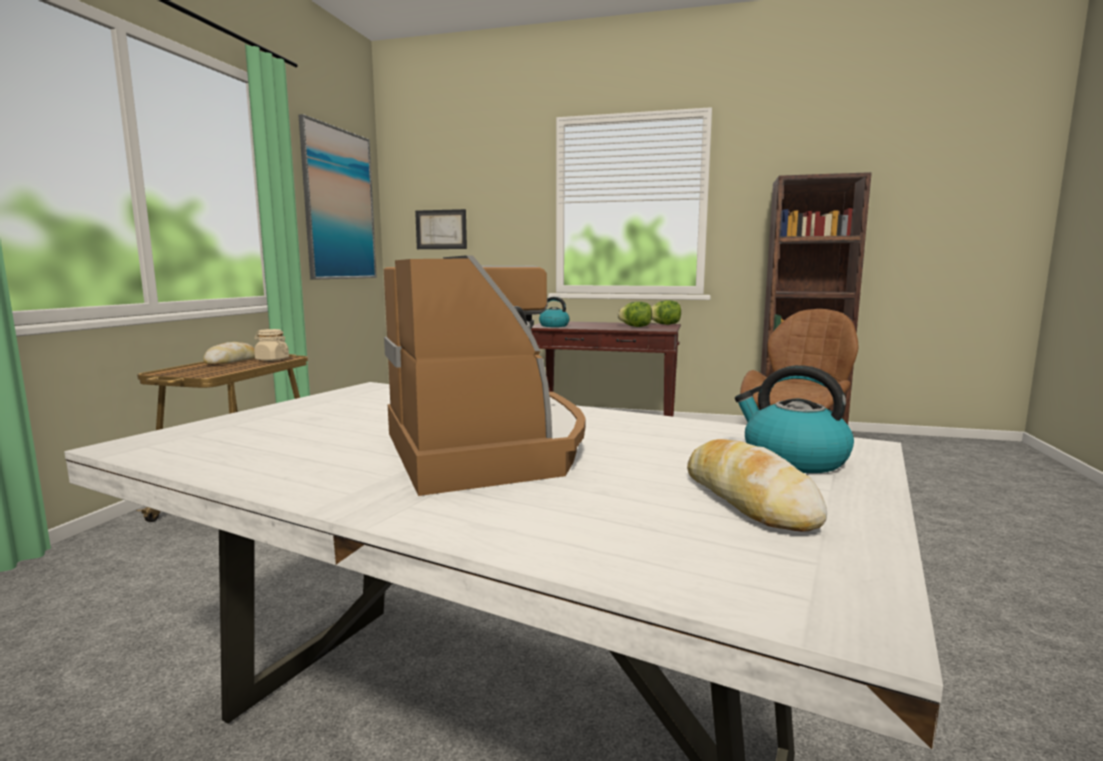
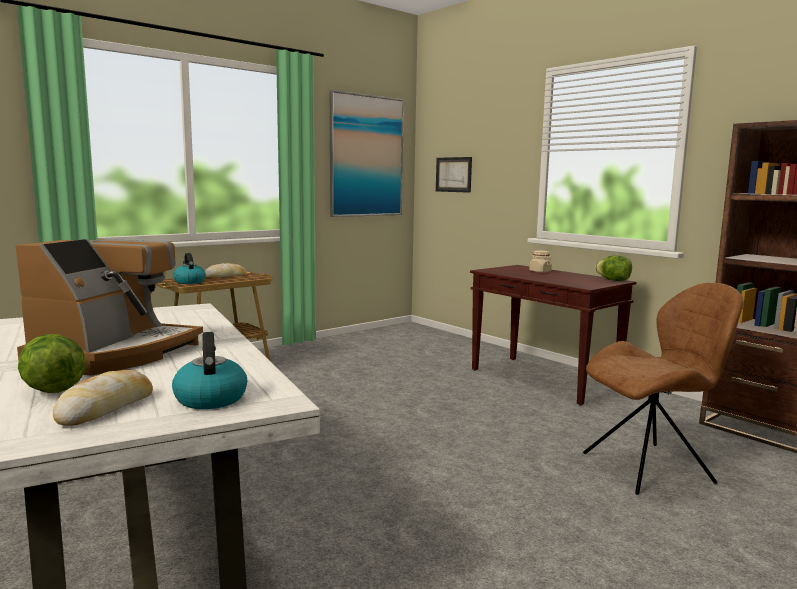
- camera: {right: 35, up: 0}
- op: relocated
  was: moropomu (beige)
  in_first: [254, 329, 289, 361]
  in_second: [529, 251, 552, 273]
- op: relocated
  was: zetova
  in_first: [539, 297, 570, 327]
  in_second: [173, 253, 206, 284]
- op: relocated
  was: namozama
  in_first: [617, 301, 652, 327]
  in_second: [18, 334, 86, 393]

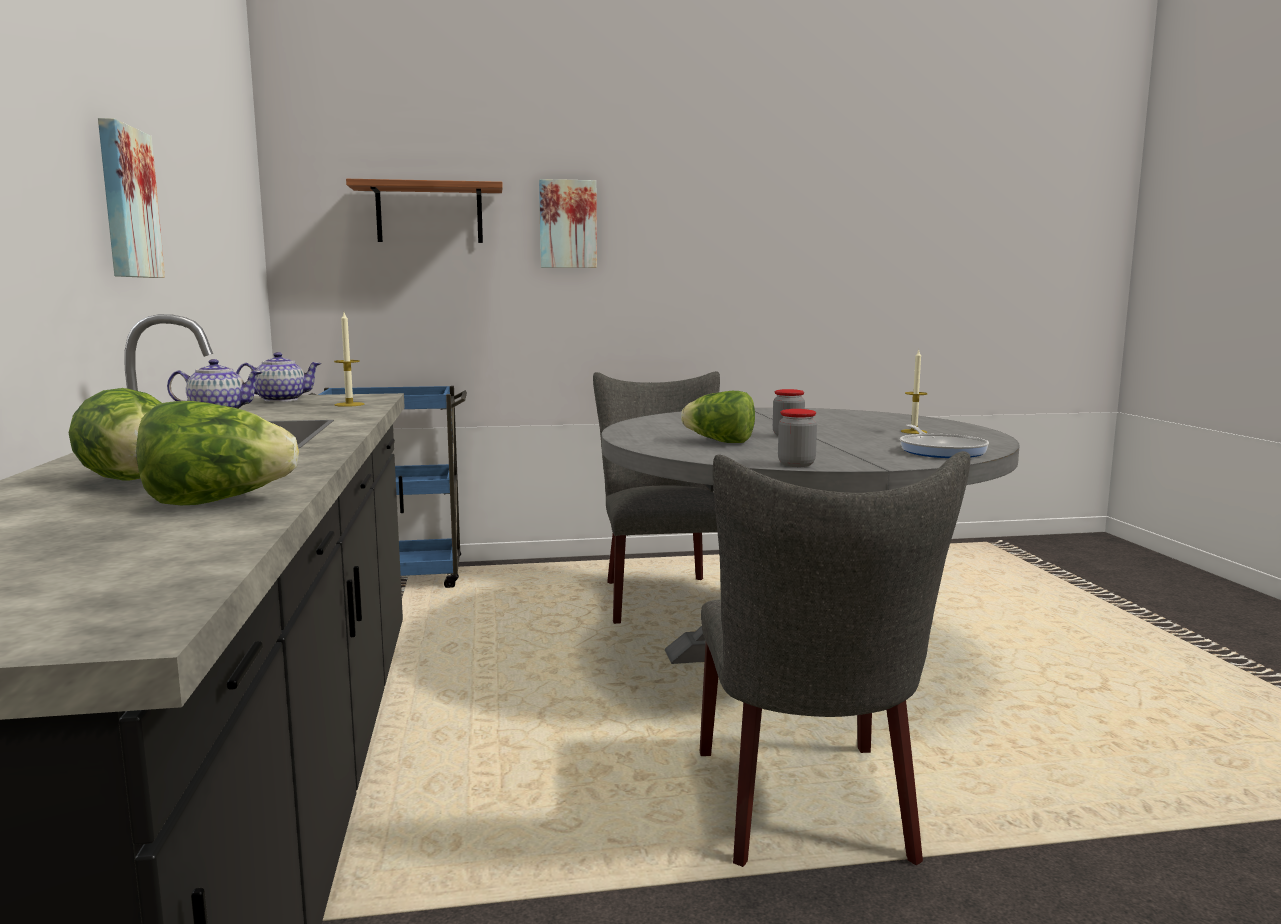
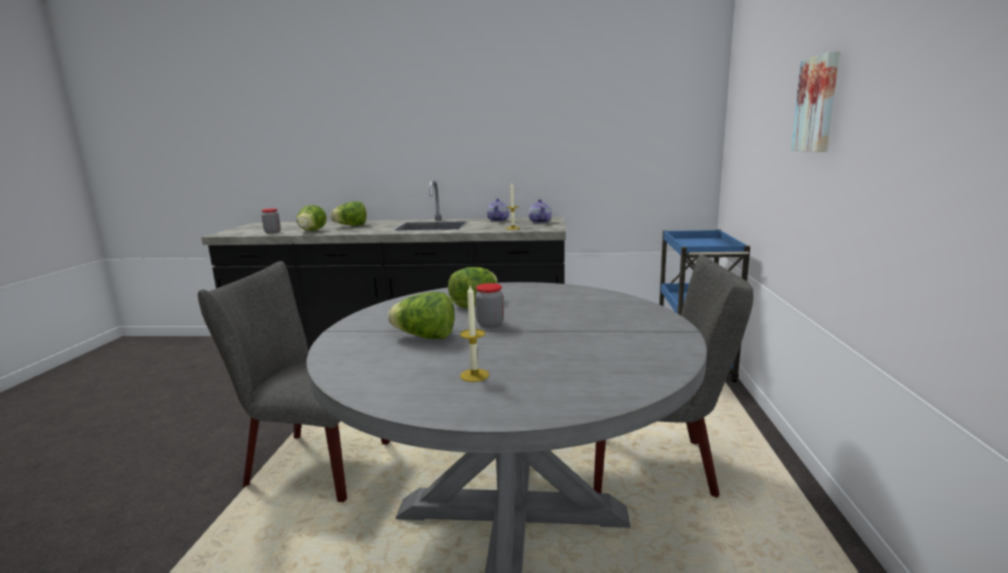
- camera: {right: 105, up: 5}
- op: missing
  was: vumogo
  in_first: [98, 118, 165, 278]
- op: missing
  was: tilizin
  in_first: [346, 179, 503, 243]
- op: missing
  was: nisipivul
  in_first: [900, 425, 989, 458]
- op: appeared
  now: namozama
  in_second: [388, 292, 455, 339]
- op: relocated
  was: moropomu
  in_first: [778, 409, 817, 467]
  in_second: [261, 208, 281, 233]

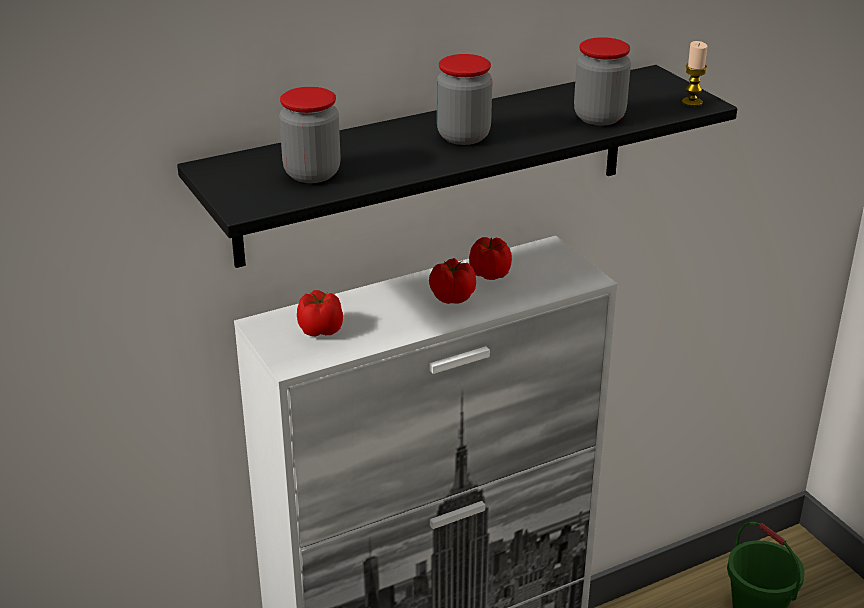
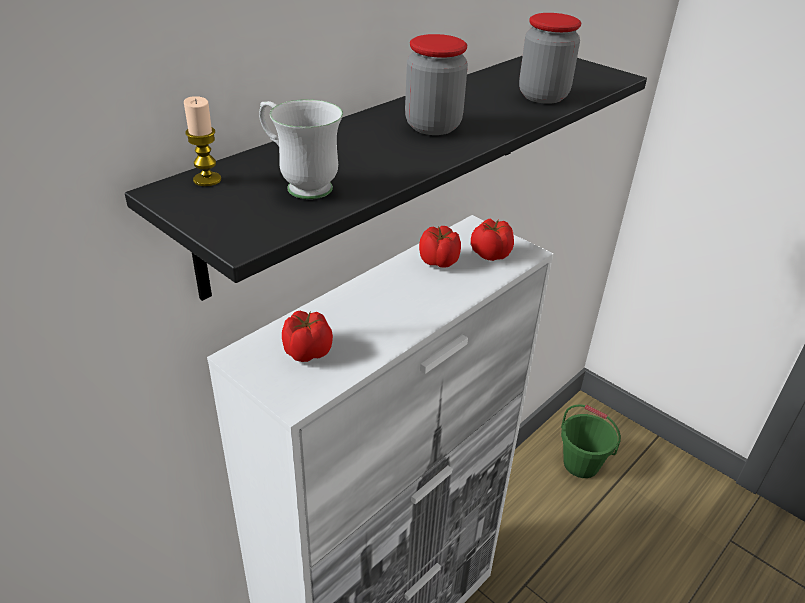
- camera: {right: -20, up: 5}
- op: relocated
  was: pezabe
  in_first: [429, 258, 476, 304]
  in_second: [471, 218, 514, 261]
- op: relocated
  was: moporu
  in_first: [682, 41, 708, 107]
  in_second: [184, 96, 221, 186]
- op: exchanged
  was: moropomu
  now: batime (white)
  in_first: [279, 87, 341, 183]
  in_second: [259, 99, 343, 199]

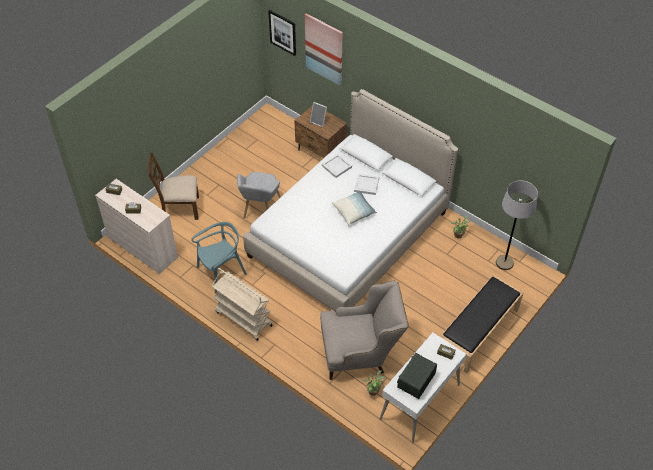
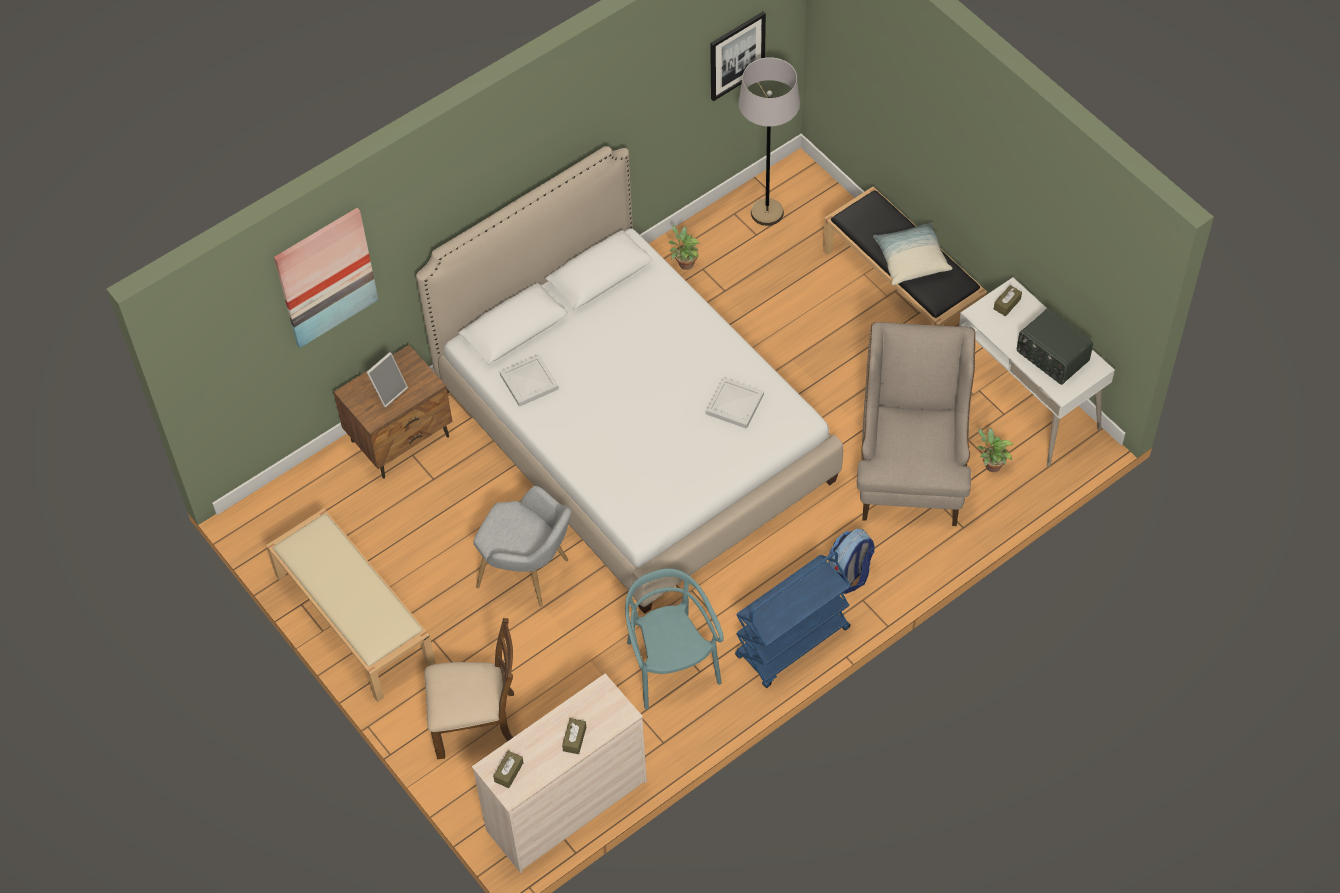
- camera: {right: -75, up: 5}
- op: appeared
  now: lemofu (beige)
  in_second: [266, 509, 436, 702]
- op: appeared
  now: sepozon
  in_second: [828, 528, 875, 594]
- op: relocated
  was: vumogo
  in_first: [268, 10, 296, 56]
  in_second: [710, 11, 766, 101]
- op: relocated
  was: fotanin
  in_first: [331, 191, 377, 225]
  in_second: [873, 222, 952, 285]
- op: relocated
  was: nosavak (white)
  in_first: [354, 174, 379, 195]
  in_second: [706, 377, 764, 429]
- op: colour
  was: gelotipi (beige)
  now: gelotipi (blue)
  in_first: [212, 268, 273, 341]
  in_second: [735, 551, 851, 688]
- op: spun
  was: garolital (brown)
  in_first: [148, 152, 199, 220]
  in_second: [424, 618, 514, 759]
  clockwise: -105

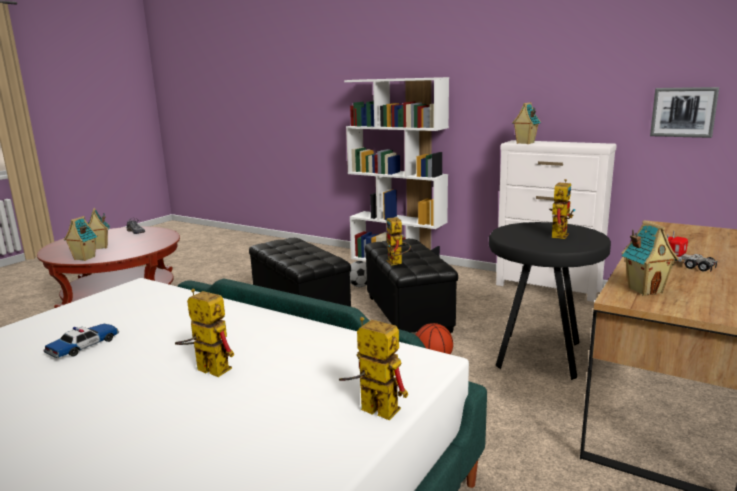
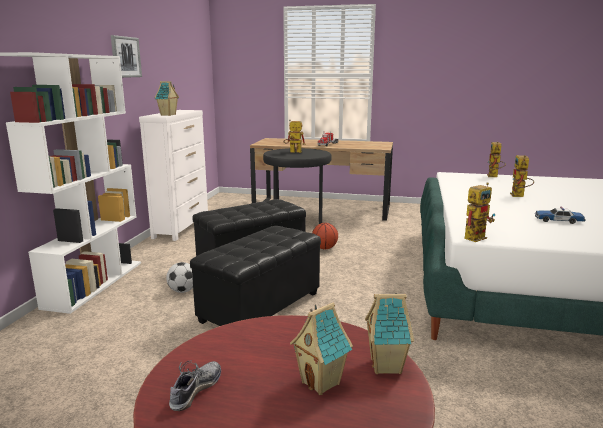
- camera: {right: -110, up: 0}
- op: missing
  was: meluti
  in_first: [621, 220, 679, 296]
- op: relocated
  was: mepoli
  in_first: [386, 217, 411, 265]
  in_second: [464, 183, 495, 242]
- op: relocated
  was: vumogo
  in_first: [650, 87, 719, 138]
  in_second: [111, 35, 142, 78]

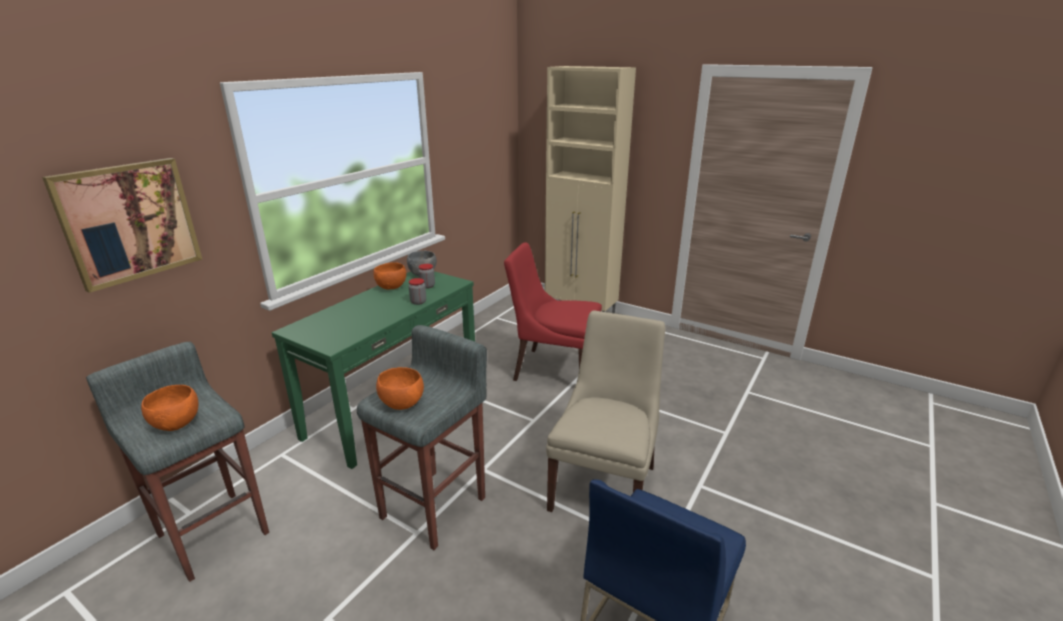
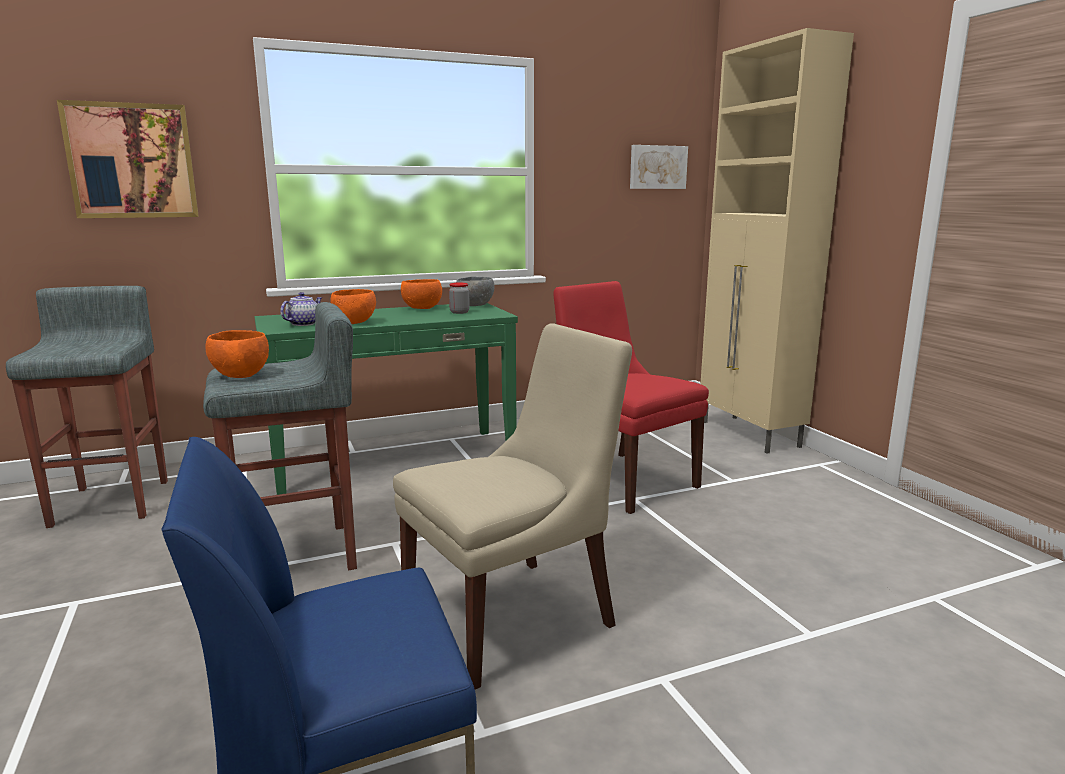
- camera: {right: 35, up: -10}
- op: missing
  was: moropomu
  in_first: [409, 278, 426, 305]
- op: appeared
  now: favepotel
  in_second: [280, 292, 322, 326]
- op: appeared
  now: vumogo
  in_second: [630, 145, 688, 189]
- op: relocated
  was: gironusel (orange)
  in_first: [141, 385, 198, 431]
  in_second: [331, 289, 376, 324]

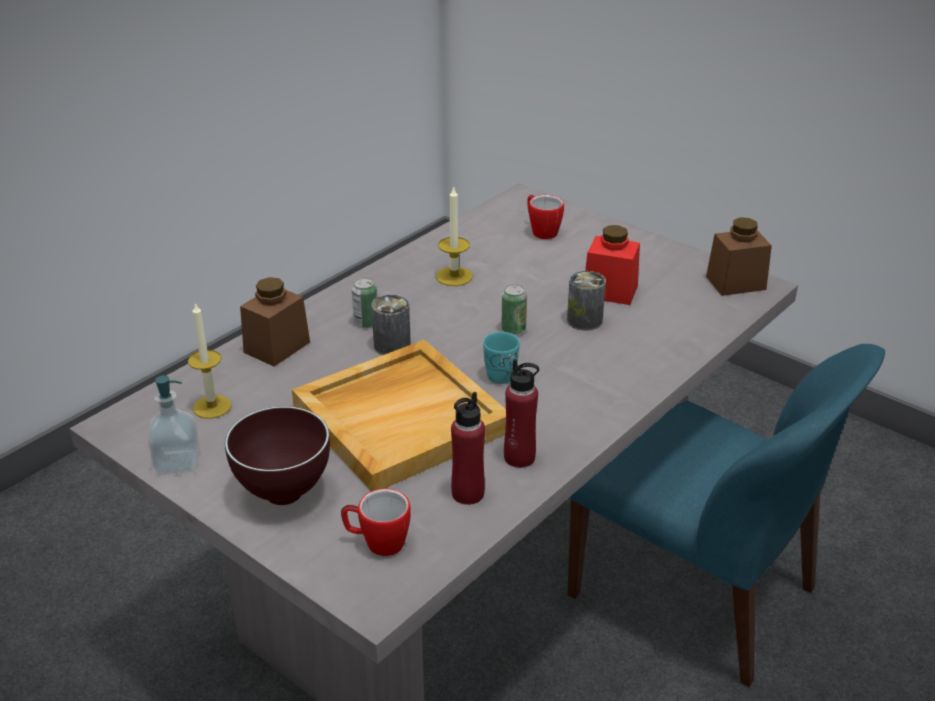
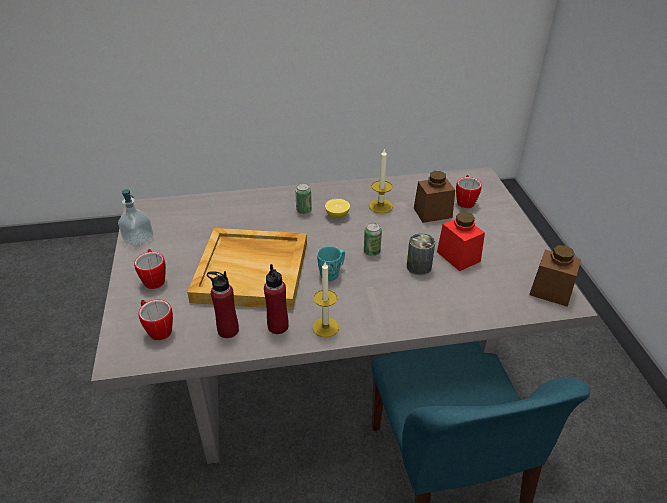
- camera: {right: 40, up: 5}
- op: missing
  was: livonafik
  in_first: [372, 295, 411, 355]
- op: appeared
  now: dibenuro
  in_second: [325, 199, 350, 218]
- op: relocated
  was: moporu
  in_first: [188, 302, 232, 419]
  in_second: [313, 262, 339, 337]
- op: relocated
  was: moropomu (brown)
  in_first: [240, 277, 310, 367]
  in_second: [414, 171, 455, 223]
- op: exchanged
  was: gironusel (brown)
  now: batime
  in_first: [225, 406, 330, 505]
  in_second: [134, 249, 166, 289]

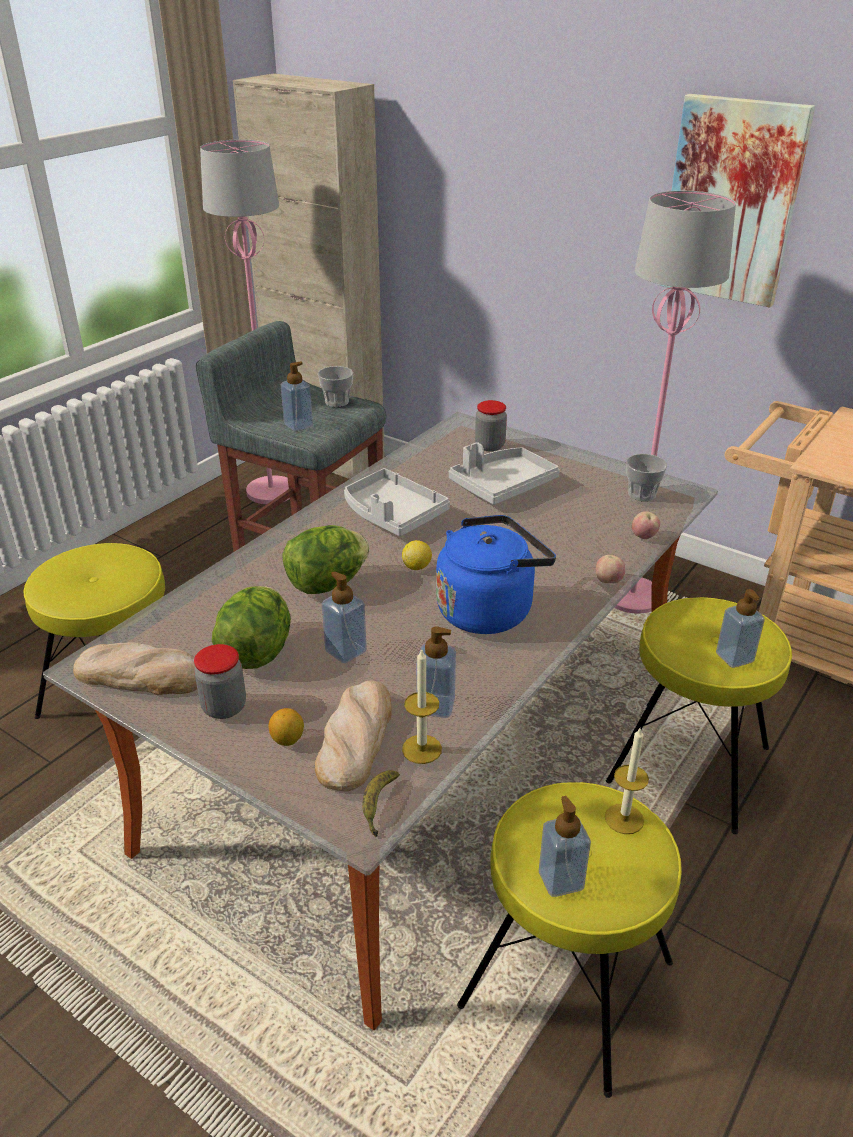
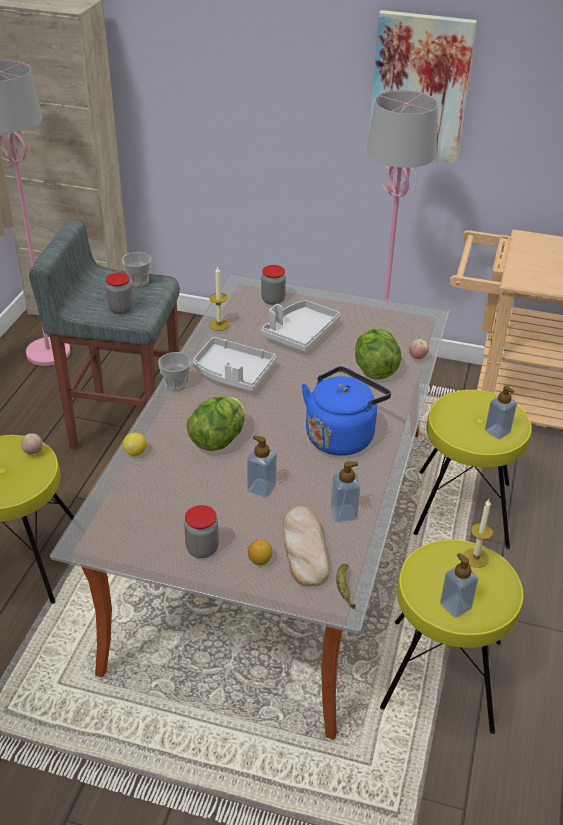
- camera: {right: -20, up: 5}
- op: missing
  was: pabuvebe
  in_first: [73, 642, 197, 695]
- op: relocated
  was: namozama
  in_first: [212, 586, 291, 669]
  in_second: [355, 328, 402, 380]
- op: relocated
  was: dibenuro
  in_first: [402, 540, 432, 570]
  in_second: [123, 433, 147, 456]
- op: relocated
  was: moporu
  in_first: [402, 648, 442, 764]
  in_second: [209, 266, 230, 331]
- op: relocated
  was: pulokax
  in_first: [596, 555, 625, 583]
  in_second: [21, 433, 43, 454]
- op: relocated
  was: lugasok
  in_first: [626, 454, 667, 501]
  in_second: [158, 352, 191, 392]
- op: exchanged
  was: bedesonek
  now: moropomu
  in_first: [281, 362, 313, 431]
  in_second: [106, 272, 133, 314]

